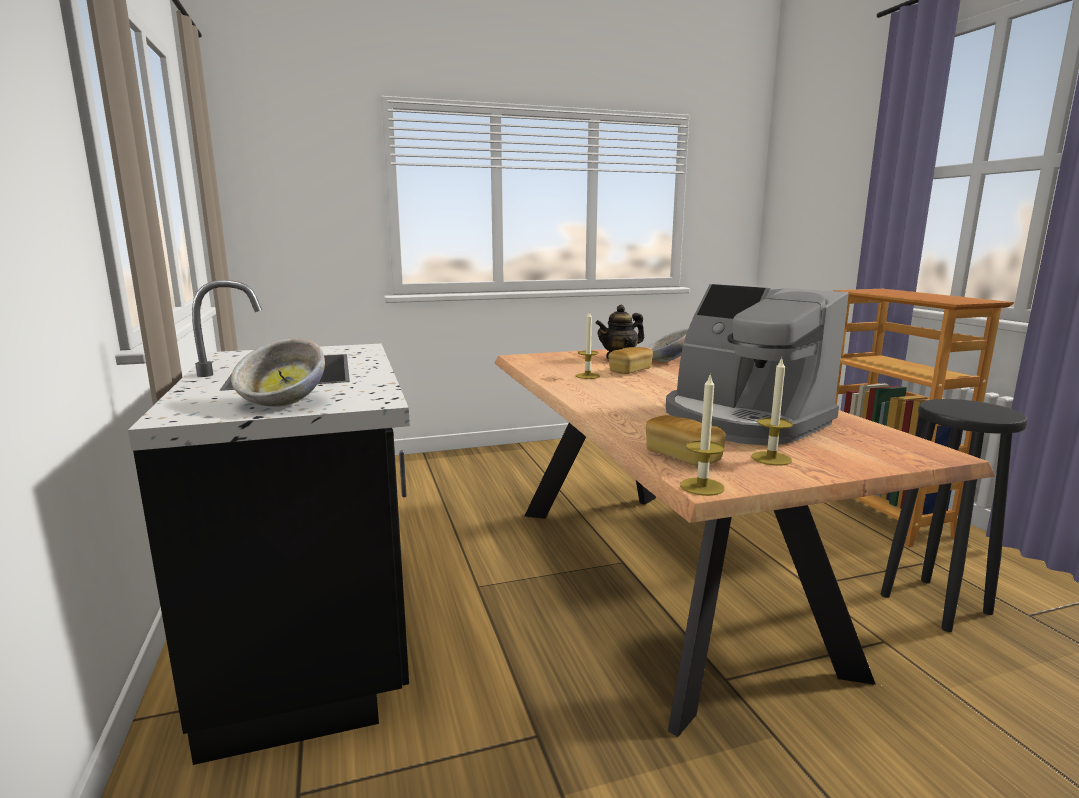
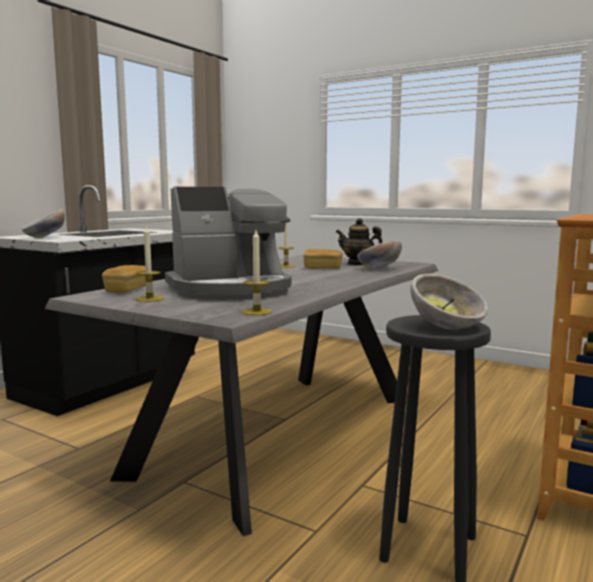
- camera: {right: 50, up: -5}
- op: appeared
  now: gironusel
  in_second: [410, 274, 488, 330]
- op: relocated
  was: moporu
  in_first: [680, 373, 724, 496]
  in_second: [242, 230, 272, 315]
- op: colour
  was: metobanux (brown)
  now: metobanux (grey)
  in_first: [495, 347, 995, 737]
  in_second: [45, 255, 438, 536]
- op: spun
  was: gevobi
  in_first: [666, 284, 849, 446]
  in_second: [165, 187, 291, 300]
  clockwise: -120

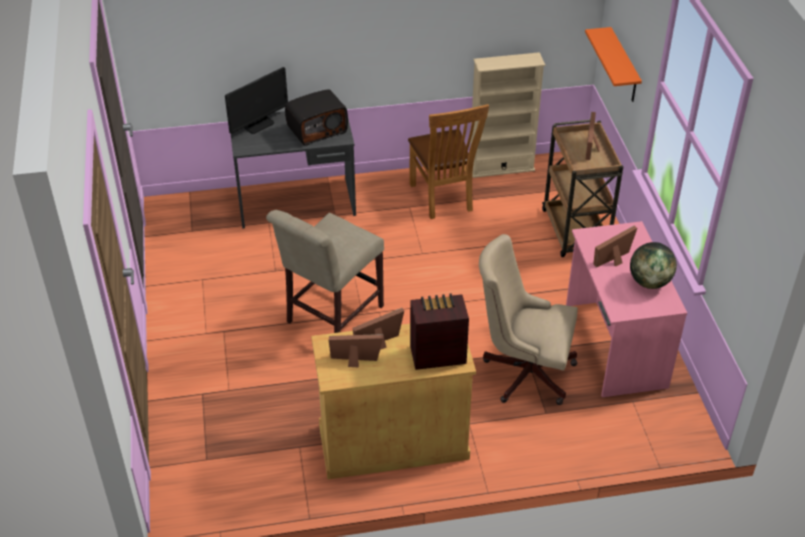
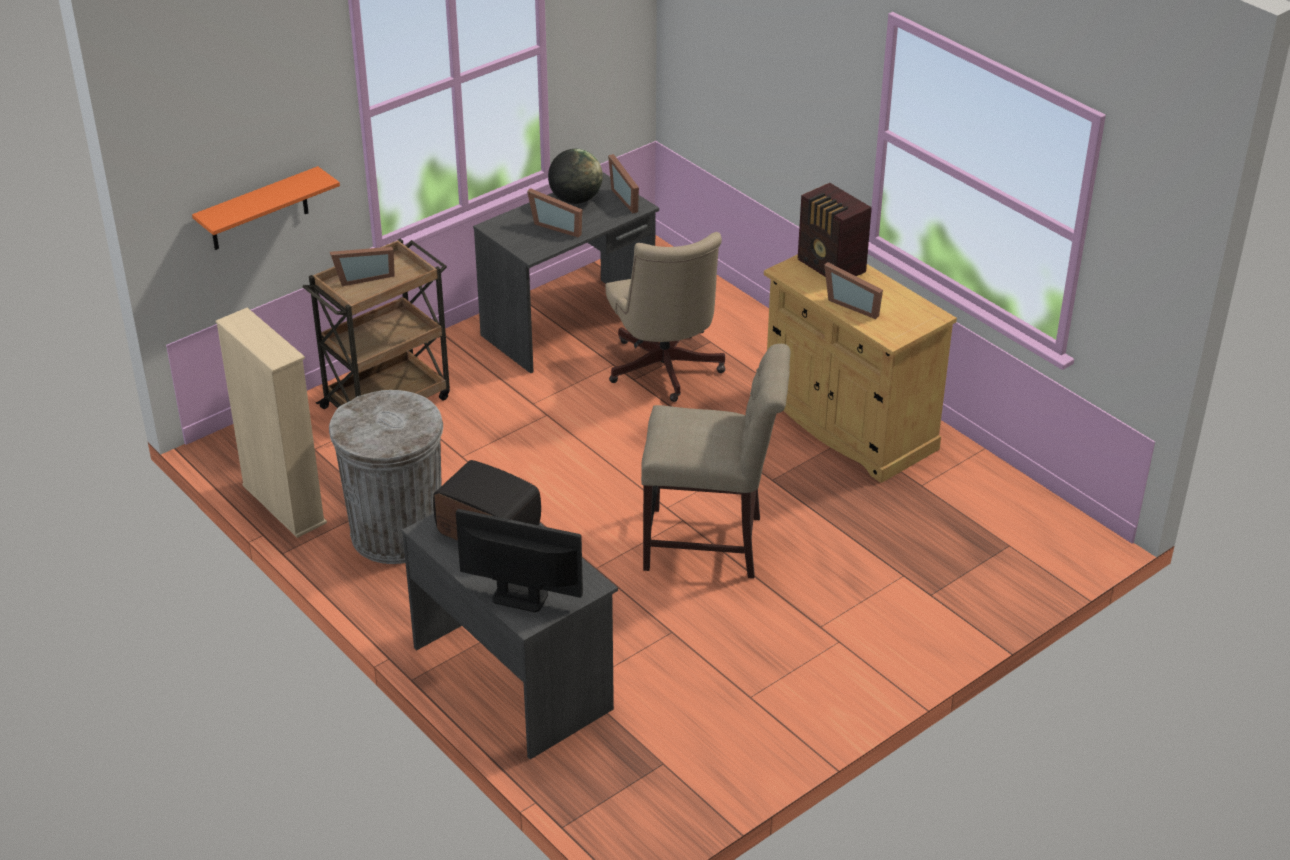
- camera: {right: -120, up: -5}
- op: relocated
  was: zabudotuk
  in_first: [329, 334, 384, 367]
  in_second: [608, 154, 639, 213]
- op: exchanged
  was: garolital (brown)
  now: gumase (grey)
  in_first: [408, 104, 489, 219]
  in_second: [329, 390, 443, 564]
- op: colour
  was: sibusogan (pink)
  now: sibusogan (grey)
  in_first: [566, 221, 687, 397]
  in_second: [473, 172, 659, 373]

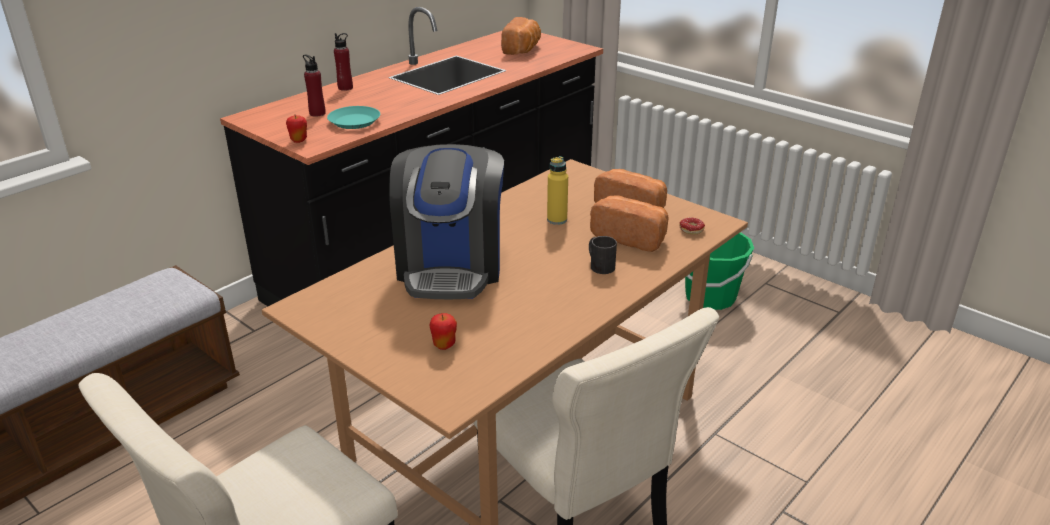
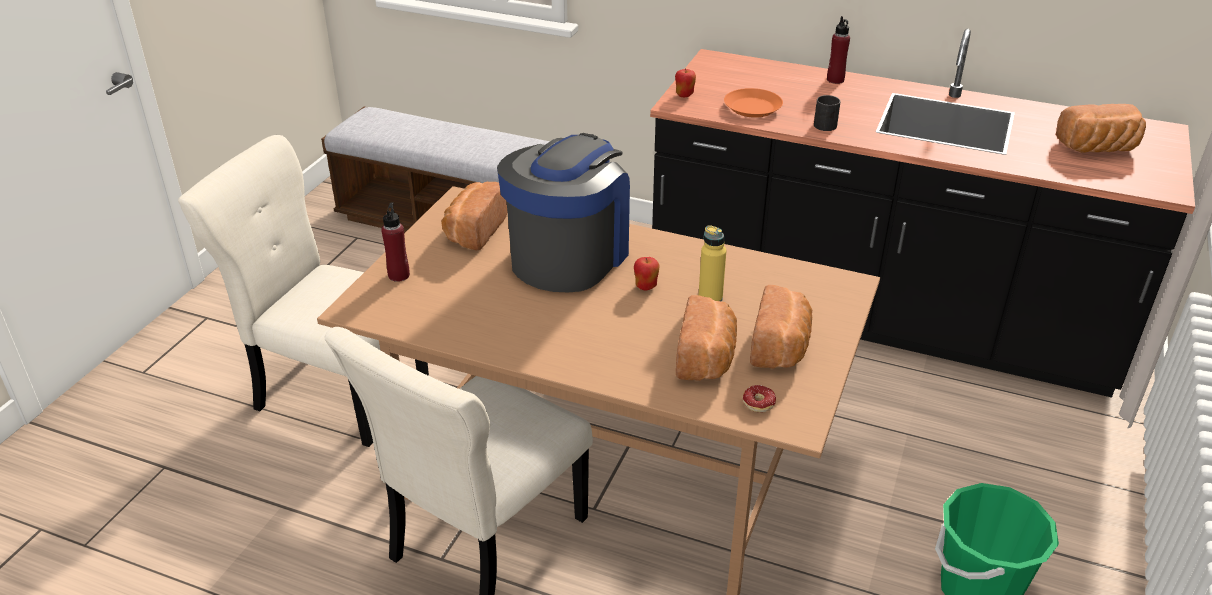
- camera: {right: 70, up: 5}
- op: appeared
  now: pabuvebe
  in_second: [441, 182, 507, 251]
- op: relocated
  was: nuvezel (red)
  in_first: [303, 54, 326, 117]
  in_second: [381, 202, 410, 282]
- op: relocated
  was: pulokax
  in_first: [430, 313, 457, 350]
  in_second: [634, 257, 660, 290]
- op: relocated
  was: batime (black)
  in_first: [589, 236, 617, 274]
  in_second: [814, 95, 841, 131]
- op: colour
  was: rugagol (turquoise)
  now: rugagol (orange)
  in_first: [327, 106, 380, 129]
  in_second: [724, 88, 783, 118]
- op: spun
  was: gevobi
  in_first: [389, 144, 504, 299]
  in_second: [497, 133, 630, 292]
  clockwise: 135

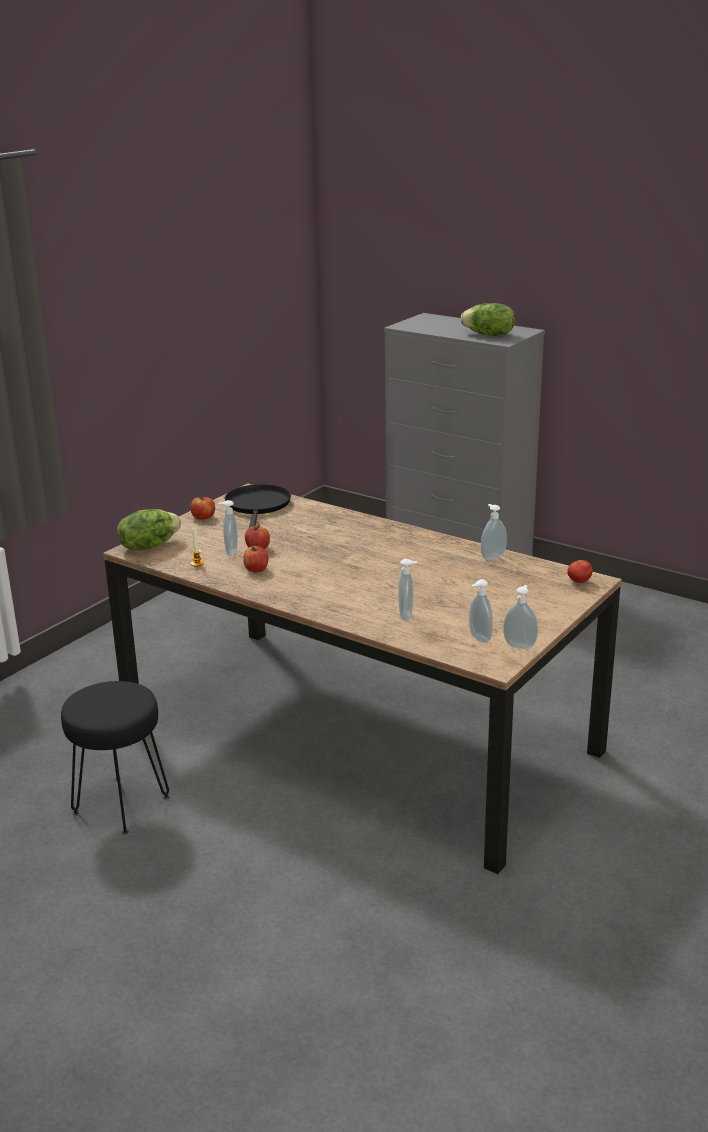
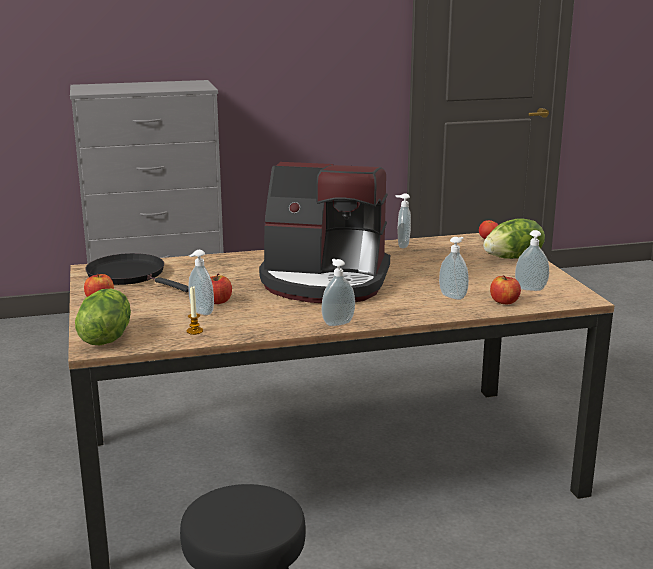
- camera: {right: -50, up: -5}
- op: appeared
  now: gevobi
  in_second: [259, 162, 390, 303]
- op: relocated
  was: pulokax
  in_first: [243, 545, 268, 573]
  in_second: [490, 275, 521, 304]
- op: relocated
  was: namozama
  in_first: [461, 303, 515, 336]
  in_second: [483, 218, 545, 259]
- op: relocated
  was: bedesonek
  in_first: [503, 585, 538, 649]
  in_second: [321, 259, 355, 326]

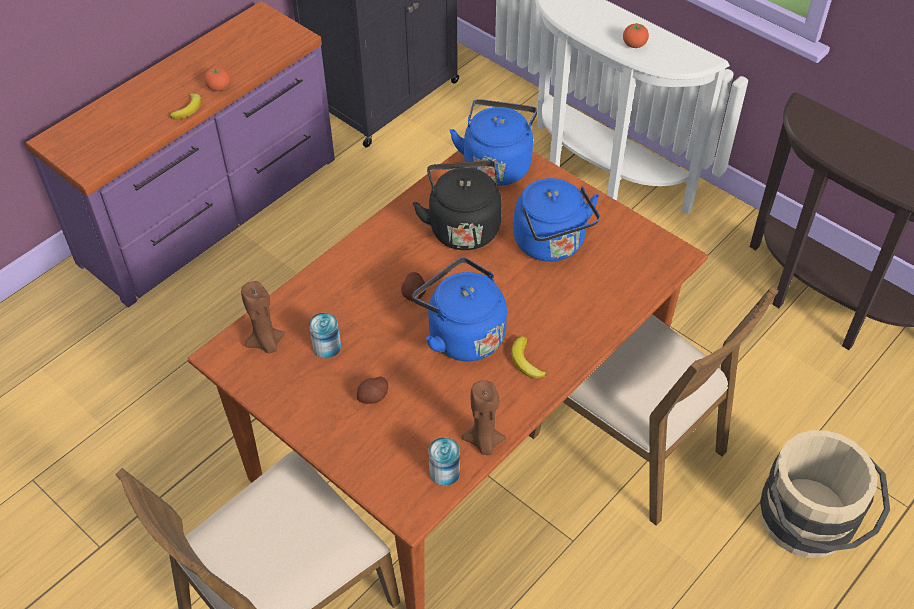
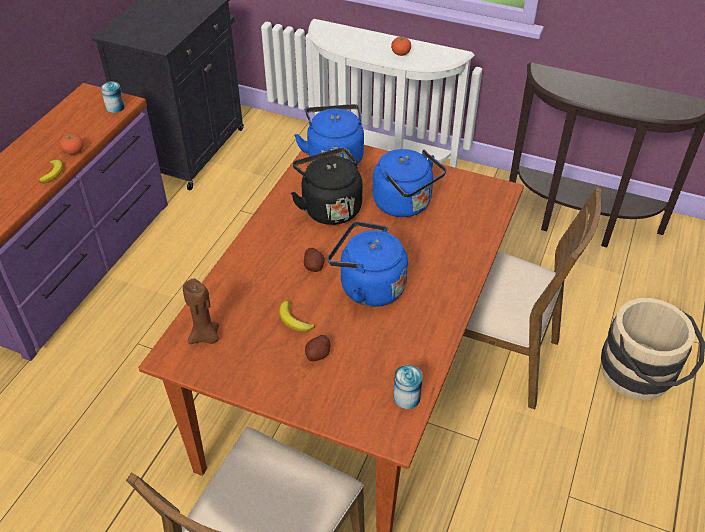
- camera: {right: -20, up: -5}
- op: missing
  was: moporu (brown)
  in_first: [462, 380, 506, 455]
- op: relocated
  was: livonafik
  in_first: [309, 313, 341, 358]
  in_second: [101, 81, 125, 113]
- op: relocated
  was: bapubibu
  in_first: [511, 336, 547, 378]
  in_second: [279, 301, 315, 332]

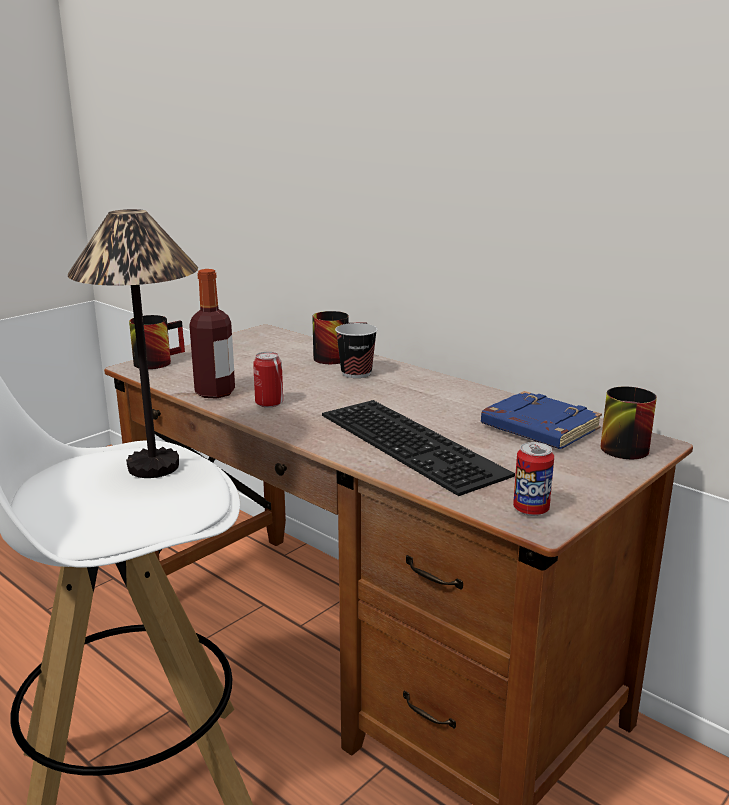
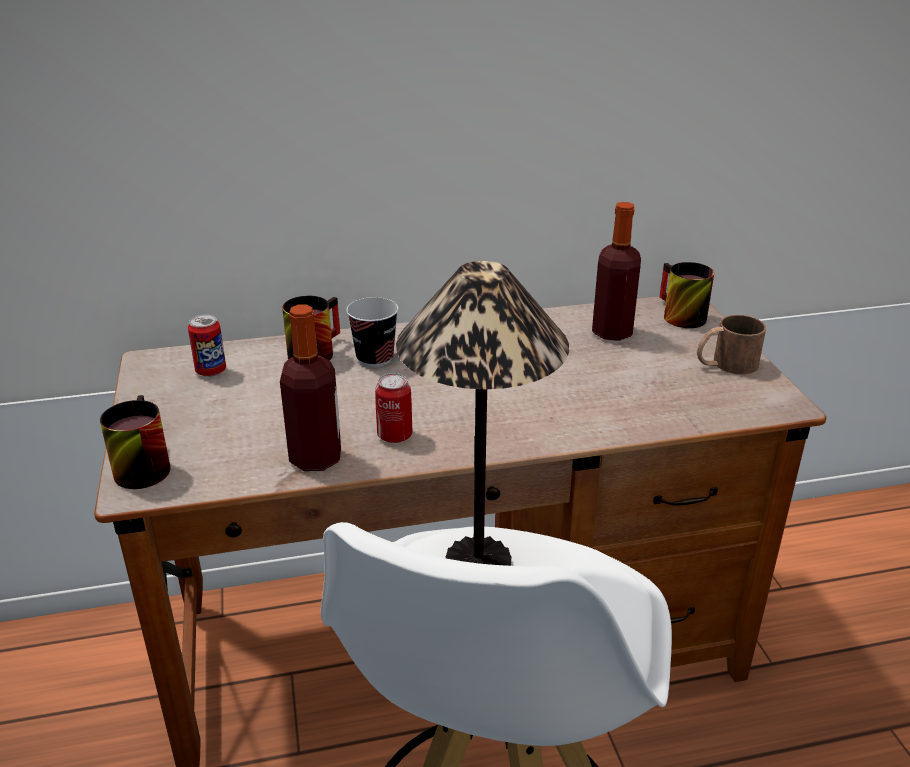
- camera: {right: -55, up: 10}
- op: missing
  was: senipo
  in_first: [322, 400, 515, 496]
- op: appeared
  now: batime (brown)
  in_second: [697, 315, 766, 375]
- op: relocated
  was: livonafik
  in_first: [513, 442, 554, 516]
  in_second: [188, 314, 226, 377]
- op: exchanged
  was: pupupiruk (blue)
  now: nuvezel
  in_first: [481, 391, 602, 449]
  in_second: [592, 202, 641, 341]

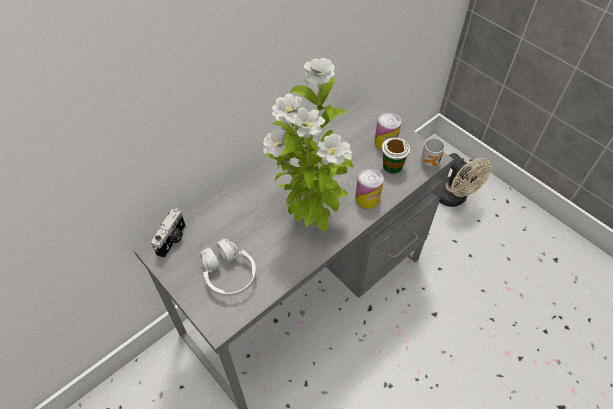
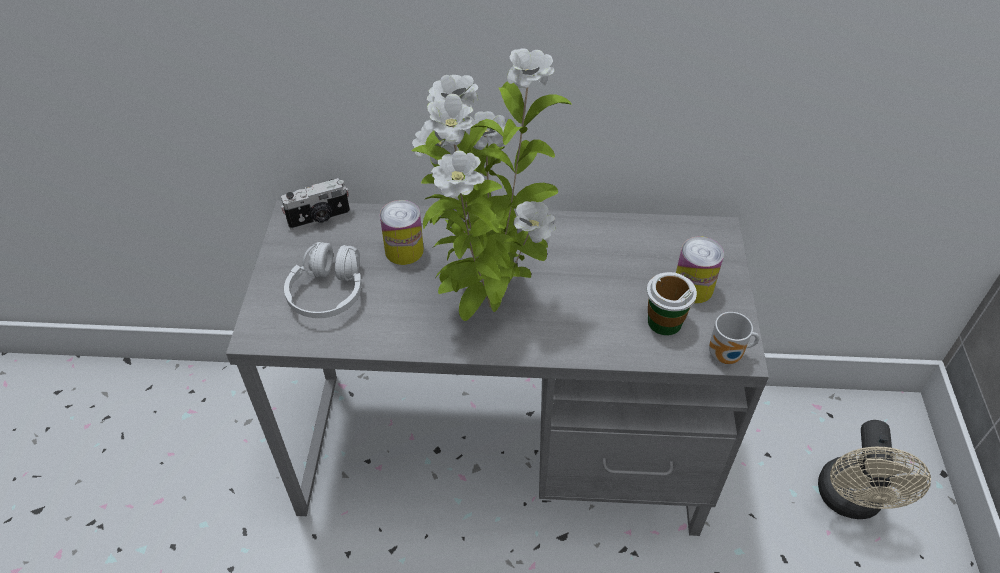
- camera: {right: 45, up: -5}
- op: relocated
  was: livonafik
  in_first: [355, 168, 384, 209]
  in_second: [380, 200, 424, 265]

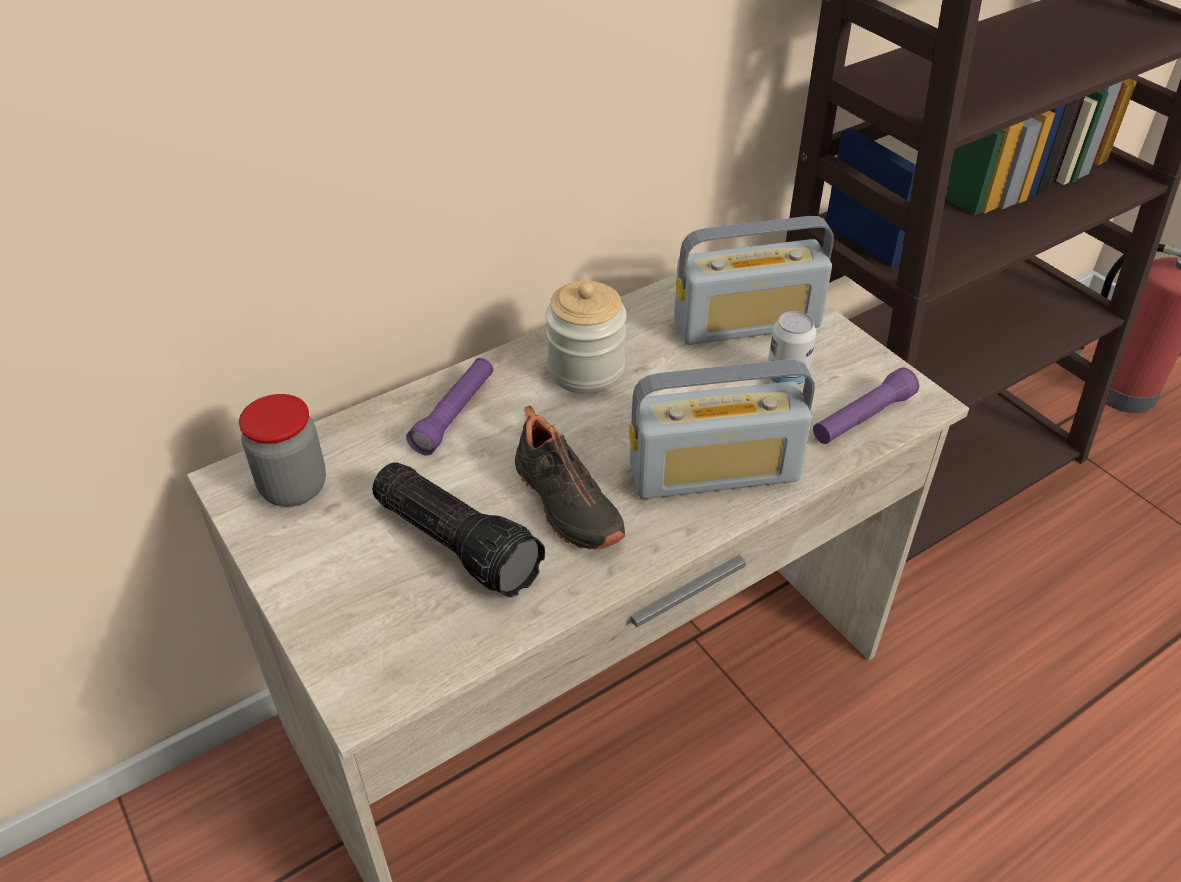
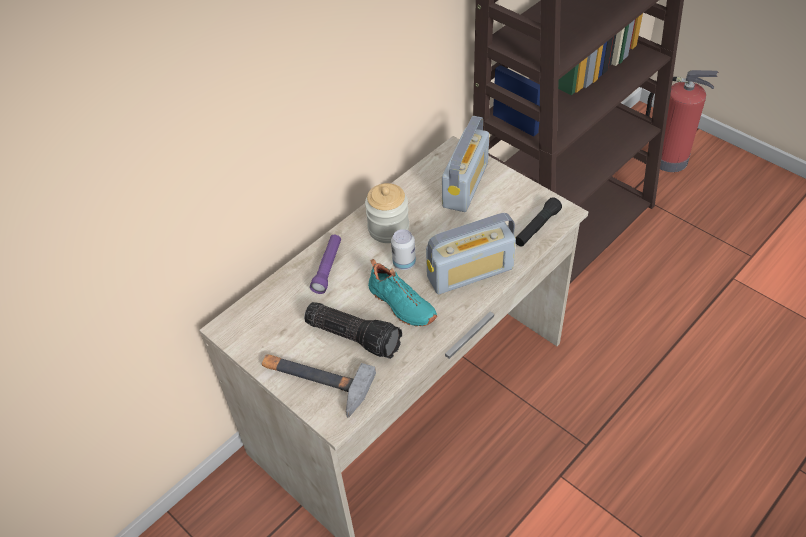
- camera: {right: -10, up: 5}
- op: missing
  was: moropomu
  in_first: [239, 394, 326, 507]
- op: appeared
  now: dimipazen
  in_second: [262, 355, 376, 418]
- op: relocated
  was: livonafik
  in_first: [768, 311, 817, 387]
  in_second: [391, 229, 416, 270]
- op: colour
  was: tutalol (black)
  now: tutalol (turquoise)
  in_first: [515, 405, 625, 550]
  in_second: [368, 259, 437, 327]
- op: colour
  was: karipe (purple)
  now: karipe (black)
  in_first: [813, 367, 919, 444]
  in_second: [515, 197, 562, 247]
- op: spun
  was: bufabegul
  in_first: [674, 216, 834, 345]
  in_second: [442, 116, 489, 212]
  clockwise: -45

